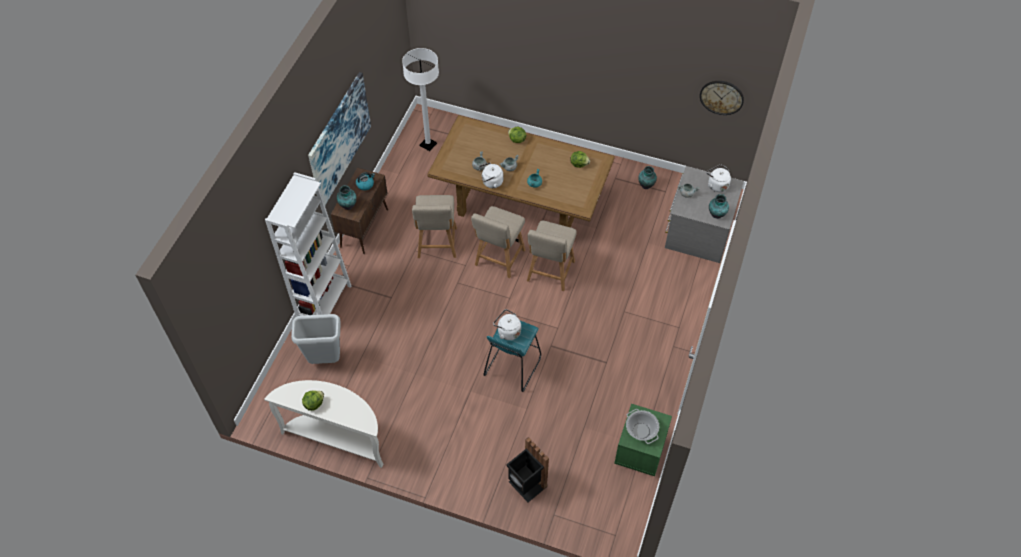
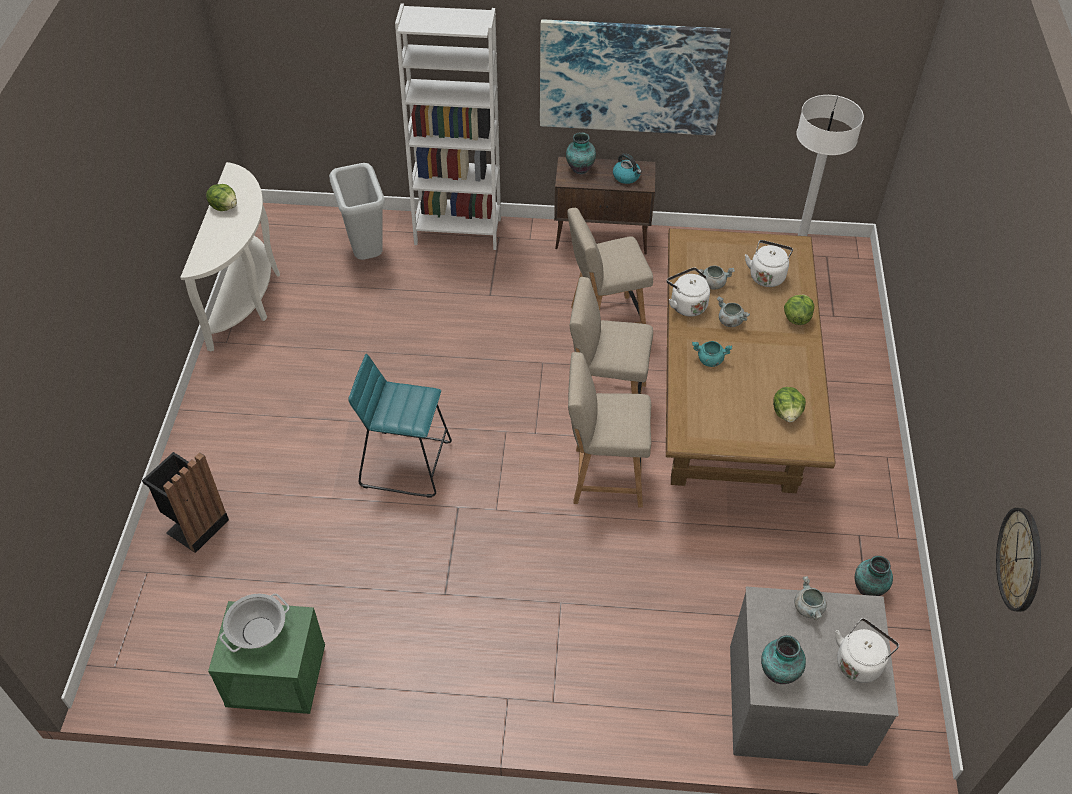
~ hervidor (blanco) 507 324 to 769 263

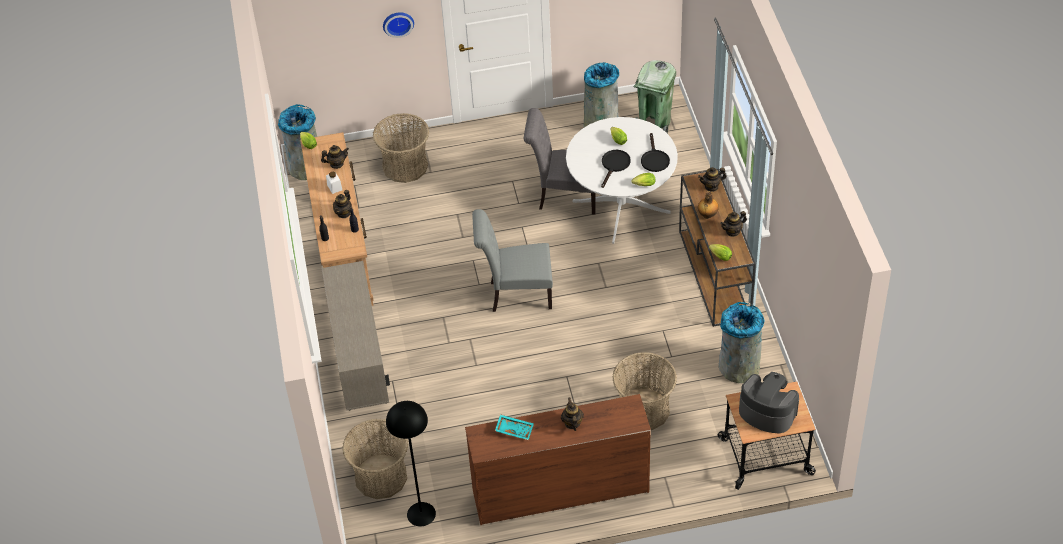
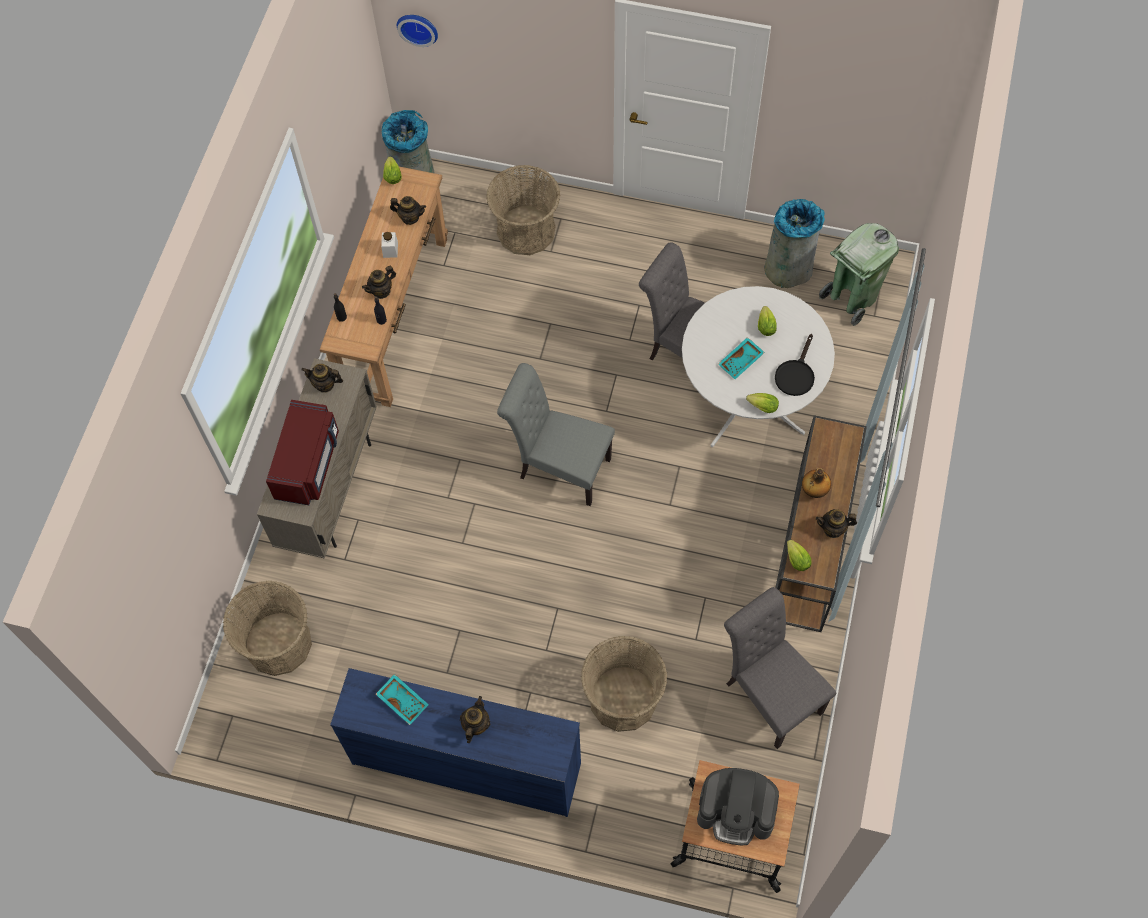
~ reloj de pared 398 25 to 417 31
~ sartén (negro) 616 169 to bandeja (turquesa) 741 358
~ tetera 712 179 to 322 378
~ papelera (gris) 741 342 to silla (gris) 780 668
~ cafetera 769 402 = 738 806 135 degrees clockwise
~ cómoda (marrón) 558 459 to cómoda (azul) 455 742
- lámpara de pie (negro) 411 463
+ microondas (rojo) 302 452

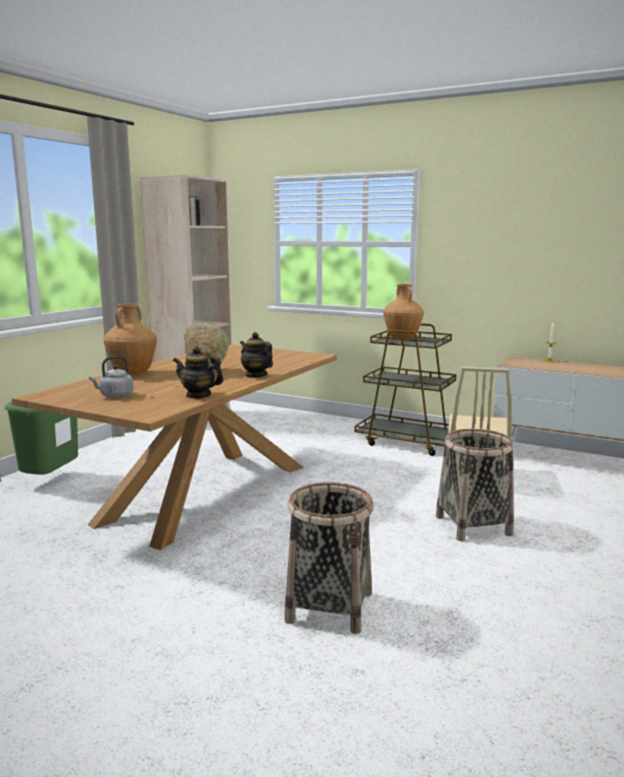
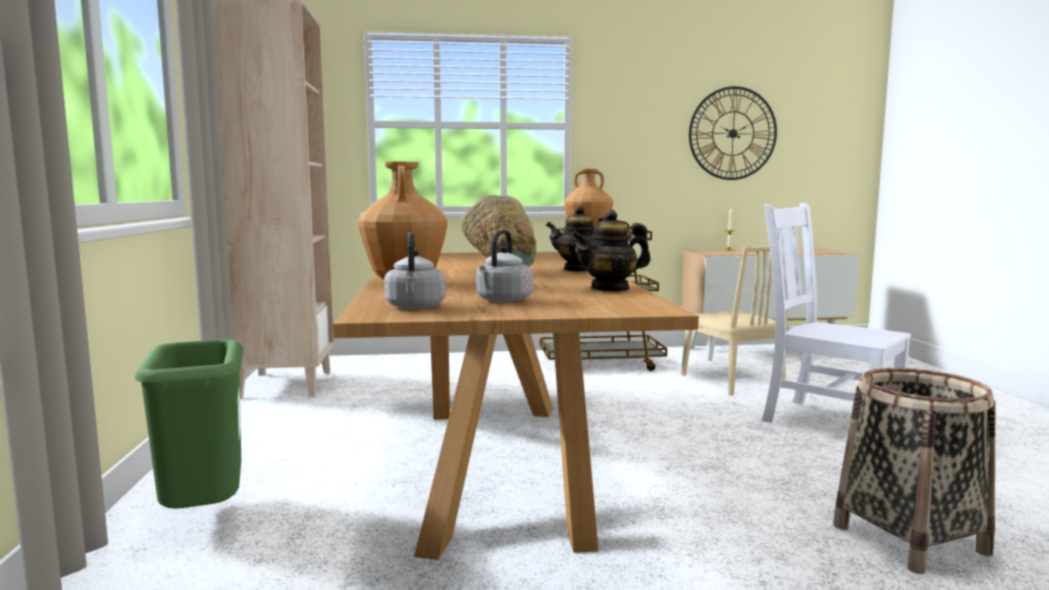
~ cesta 475 485 to silla (blanco) 836 313
+ reloj de pared 733 133
+ hervidor (gris) 414 270

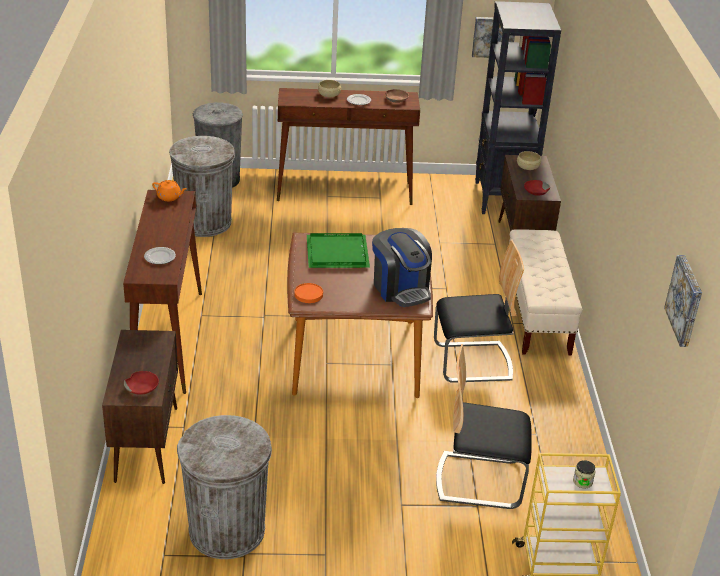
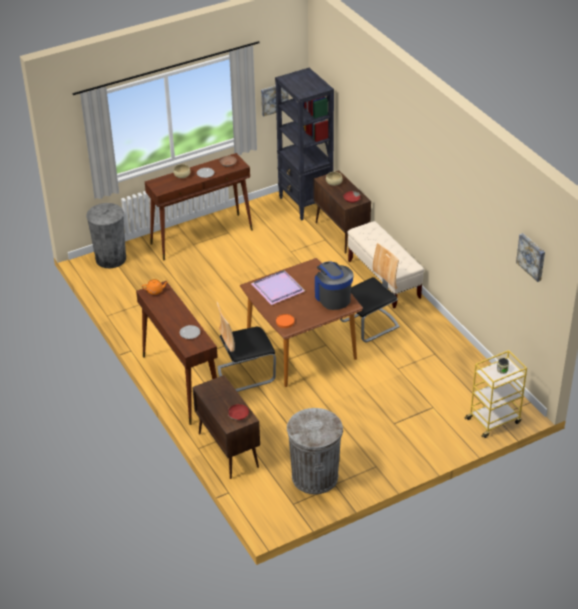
- papelera (gris) 202 186
~ cafetera 402 267 = 334 285 150 degrees counterclockwise
~ bandeja (verde) 338 250 to bandeja (morado) 278 287
~ silla 484 426 to 246 347

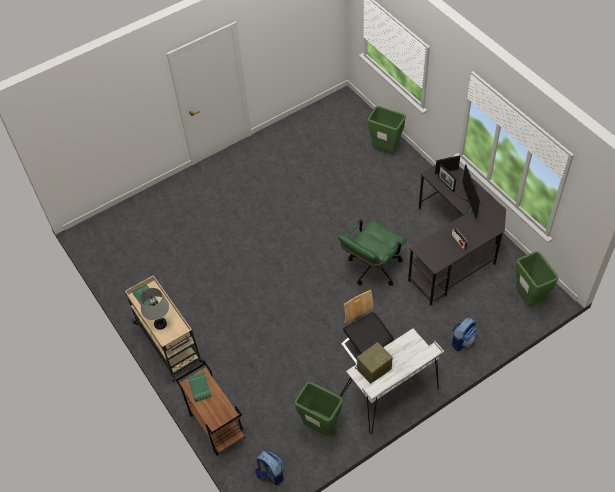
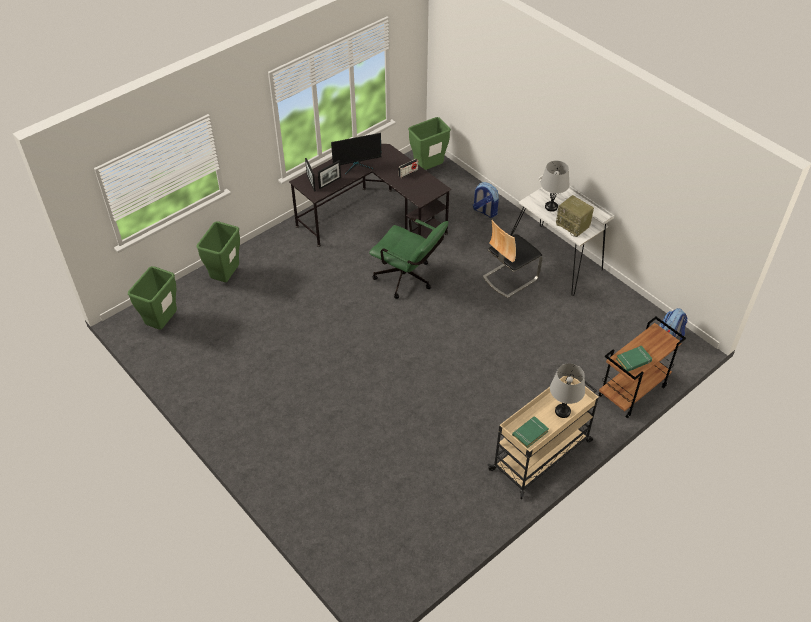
~ papelera (verde) 318 409 to 152 298
+ lámpara de mesa (gris) 555 186

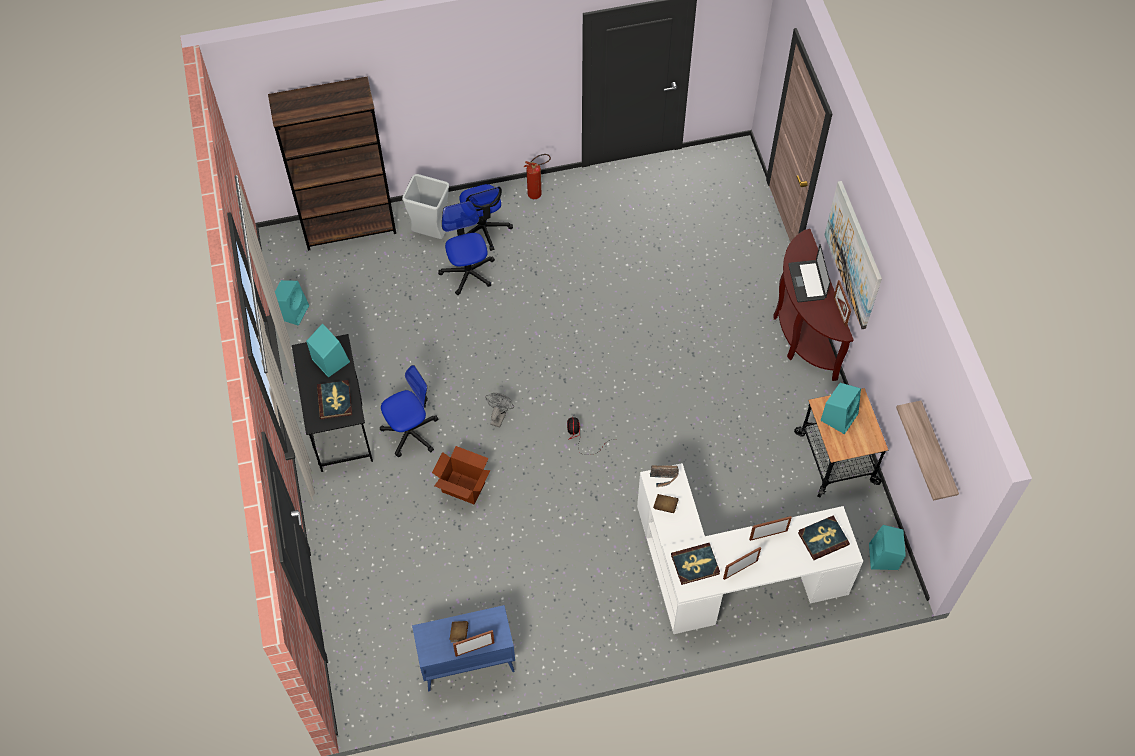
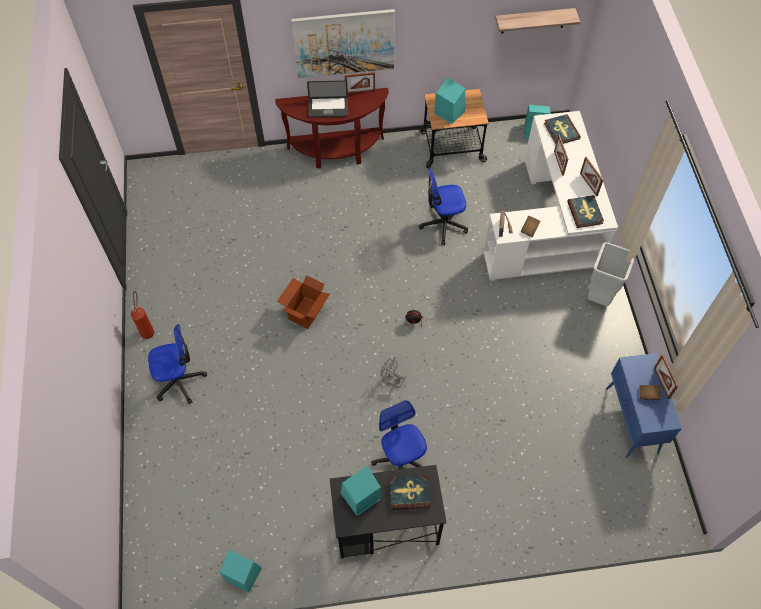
- estantería (marrón) 332 163
~ papelera (gris) 425 206 to 611 274
~ silla de oficina 466 248 to 443 206
~ caja de cartón 461 475 to 303 302

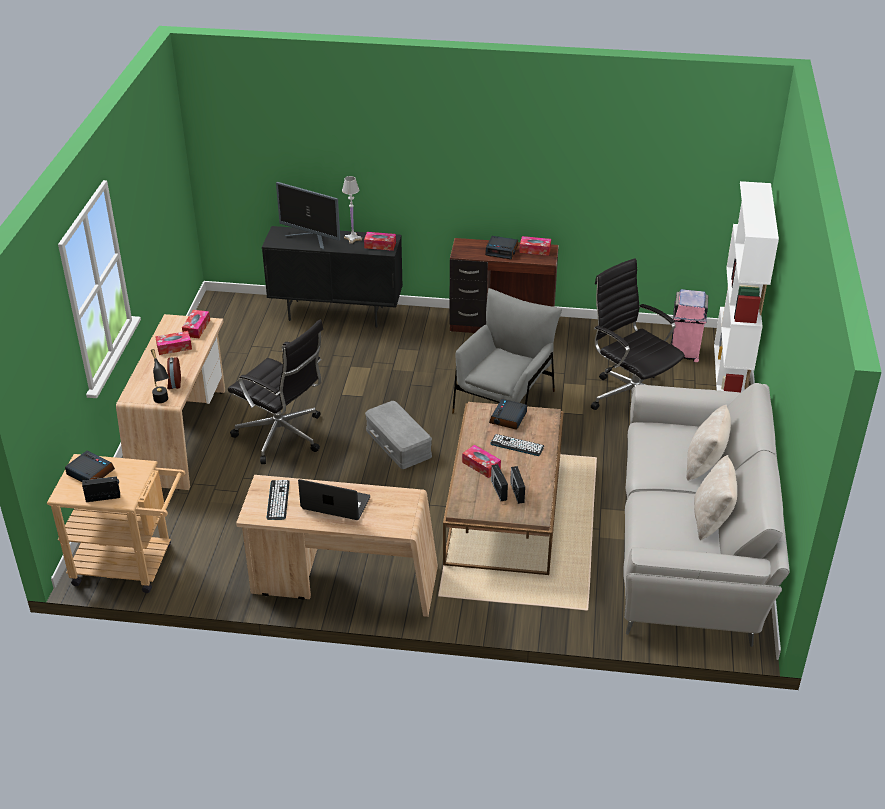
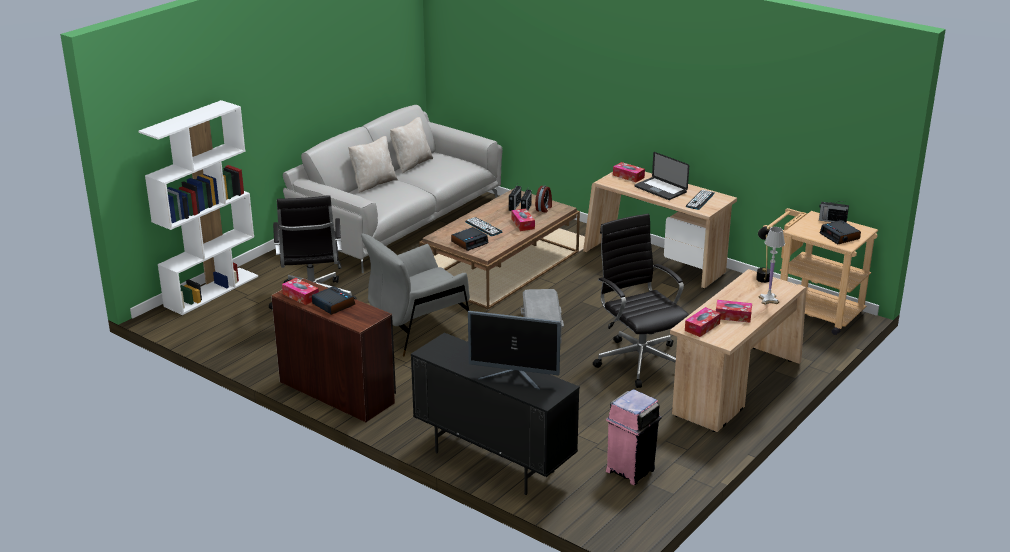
~ lámpara de mesa (blanco) 352 210 to 771 266
~ monitor 308 216 = 514 350 135 degrees clockwise
~ caja de pañuelos 380 241 to 629 172
~ papelera (rosa) 690 325 to 633 437
~ despertador 174 373 to 543 199

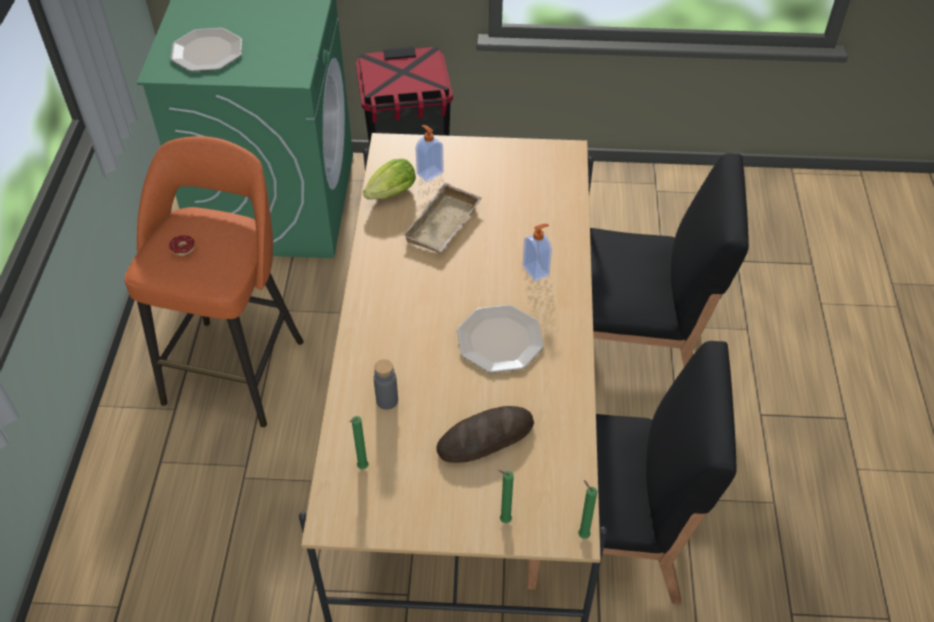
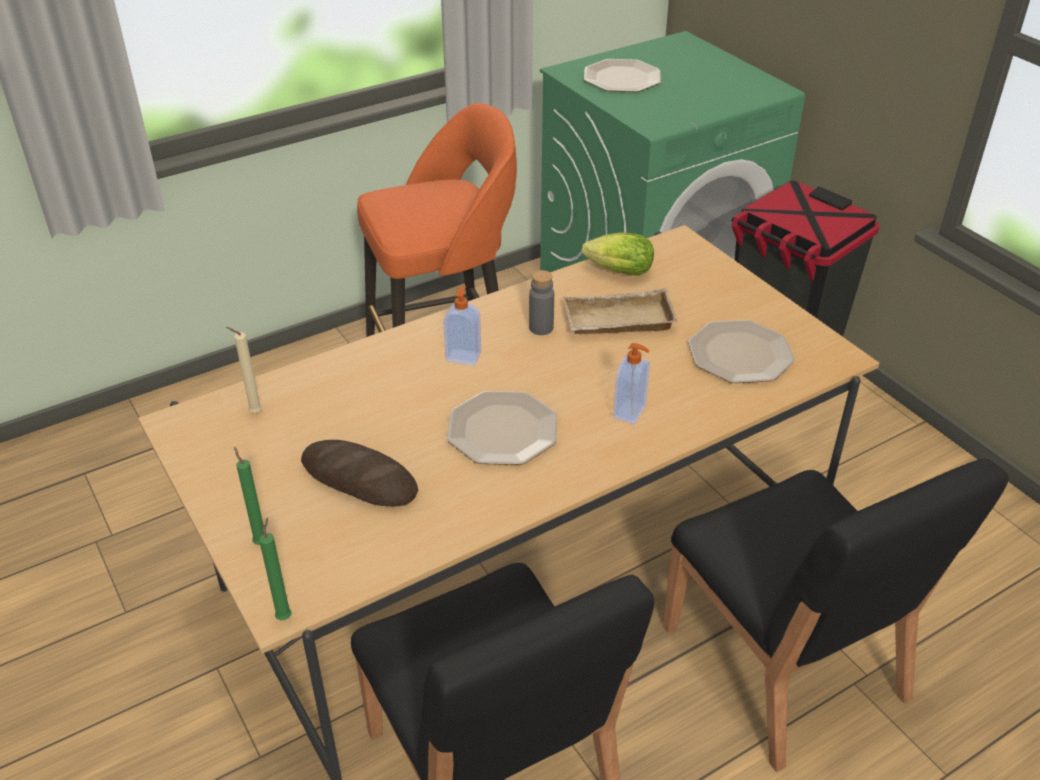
~ dispensador de jabón 429 153 to 462 326
- rosquilla 182 245
~ botella (gris) 386 384 to 541 302
~ vela (verde) 359 442 to vela (beis) 244 370
+ plato 741 351

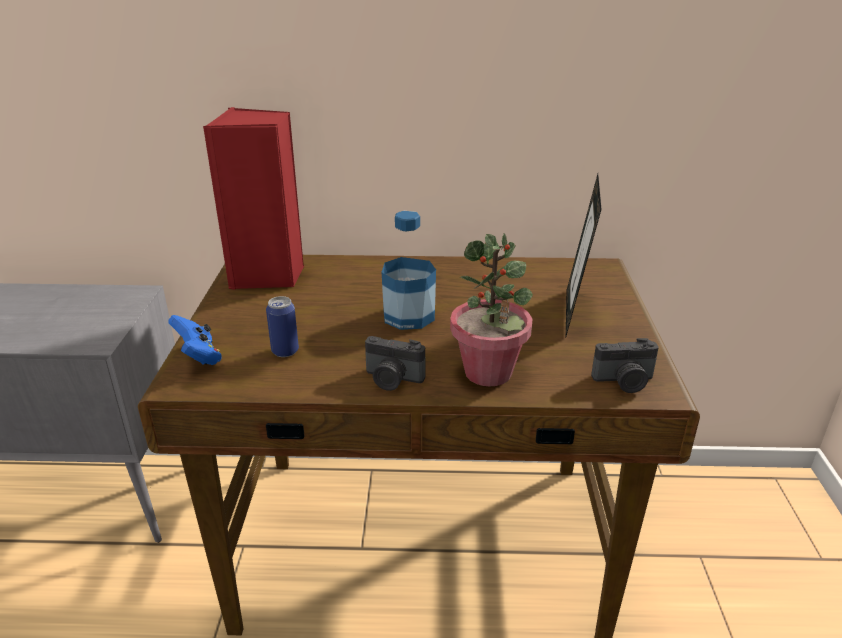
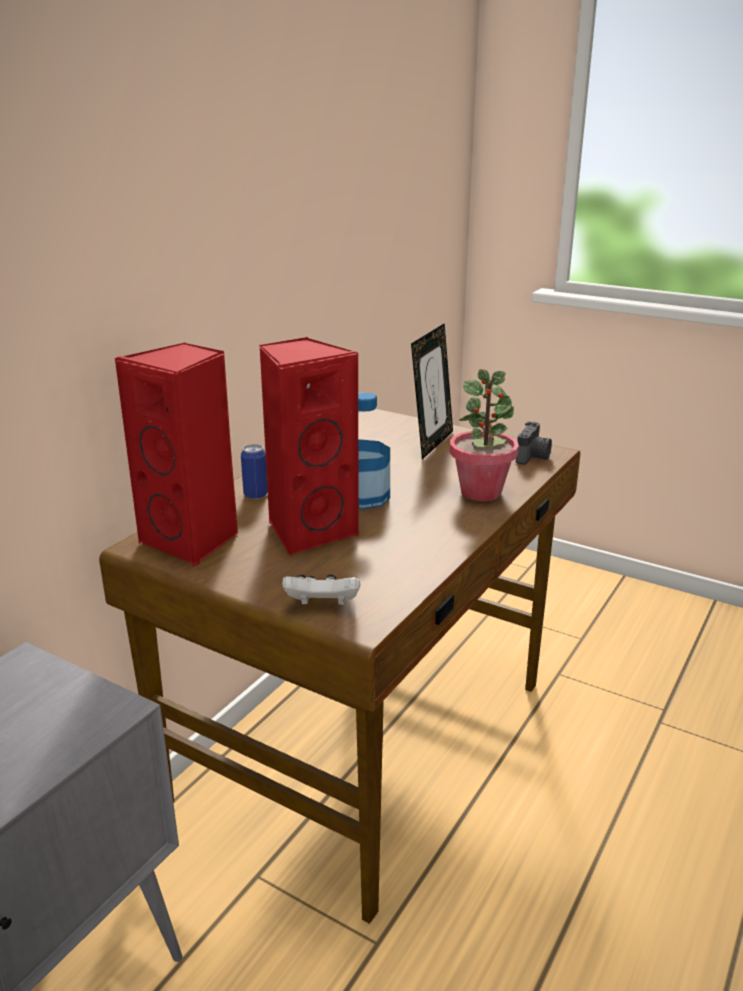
~ portarretratos 583 255 = 432 391 105 degrees counterclockwise
~ lata 282 326 to 254 471
~ mando de consola (azul) 195 340 to mando de consola (blanco) 321 590
- cámara 395 363
+ altavoz (rojo) 309 446

